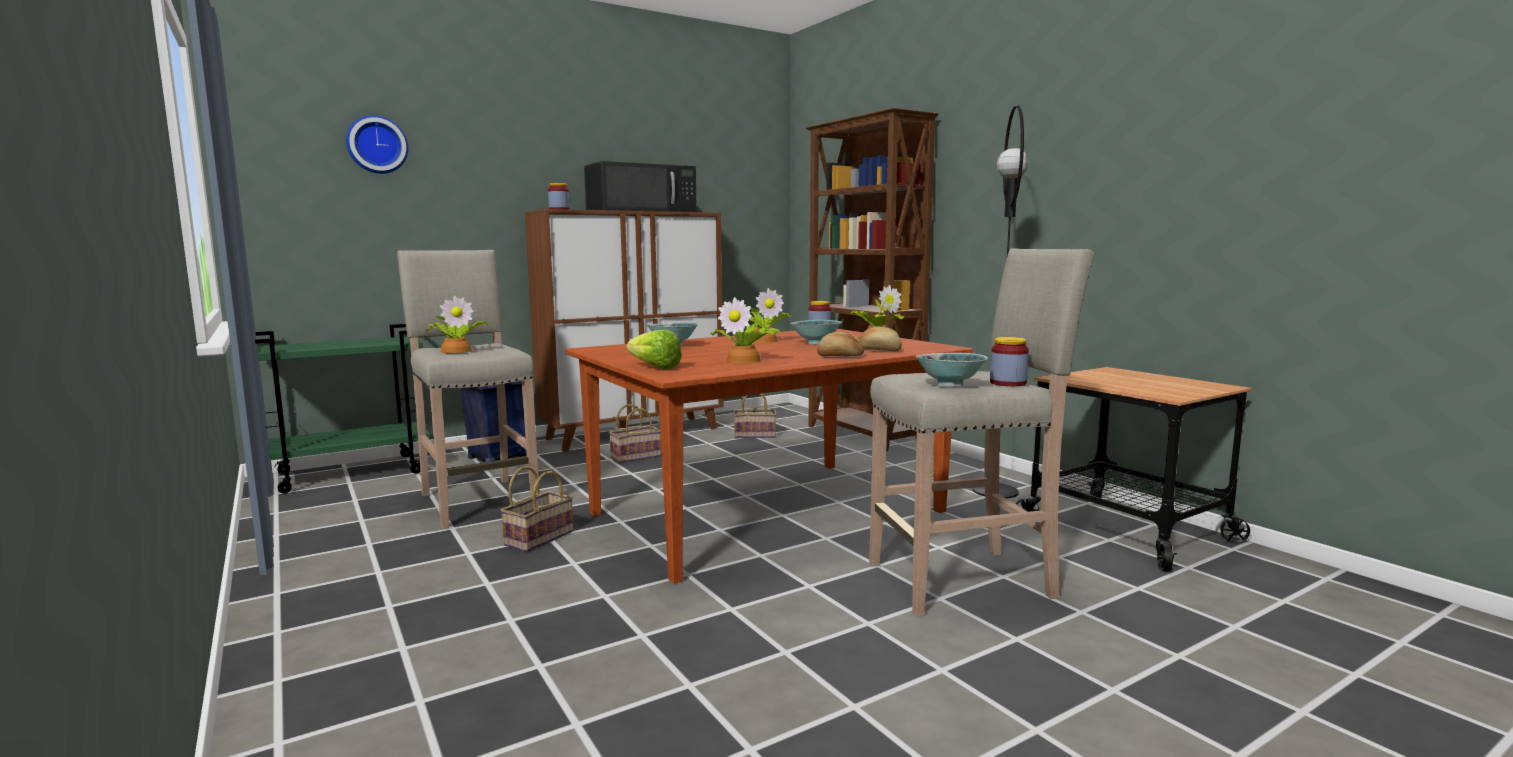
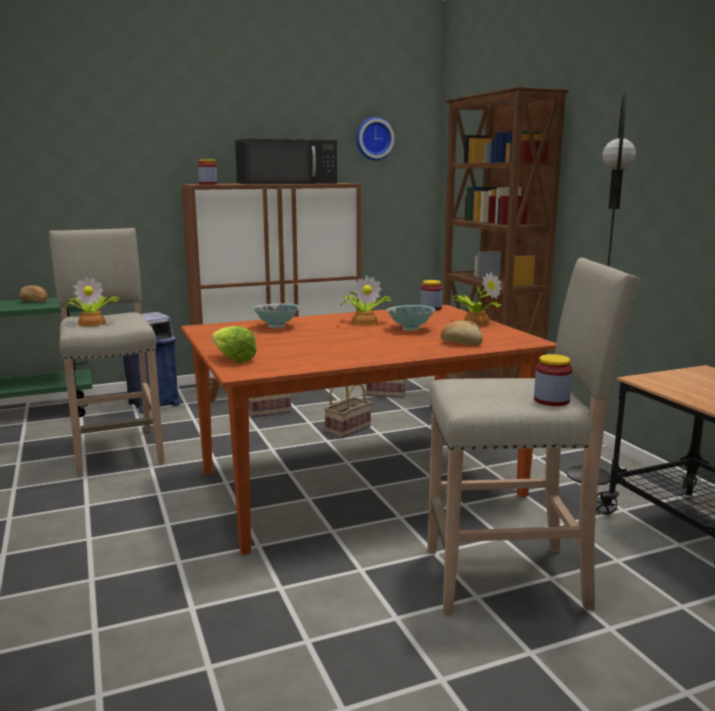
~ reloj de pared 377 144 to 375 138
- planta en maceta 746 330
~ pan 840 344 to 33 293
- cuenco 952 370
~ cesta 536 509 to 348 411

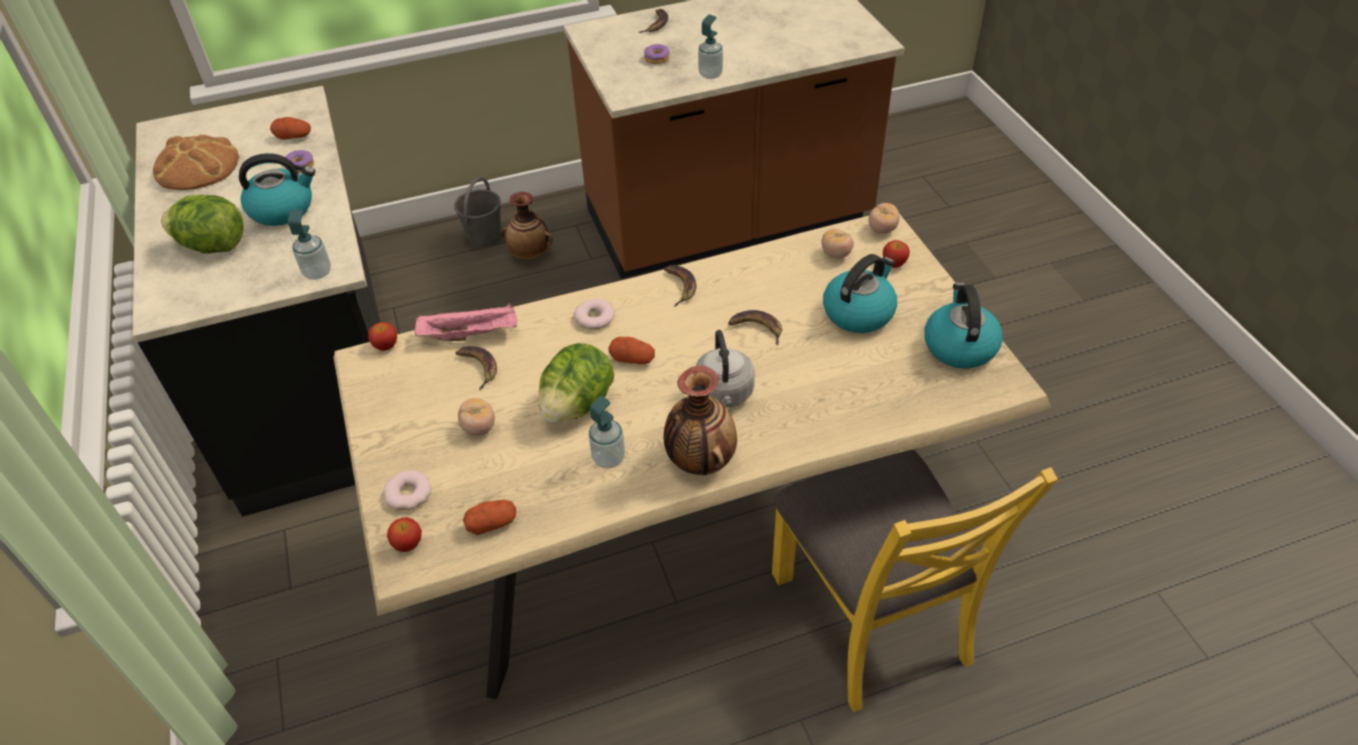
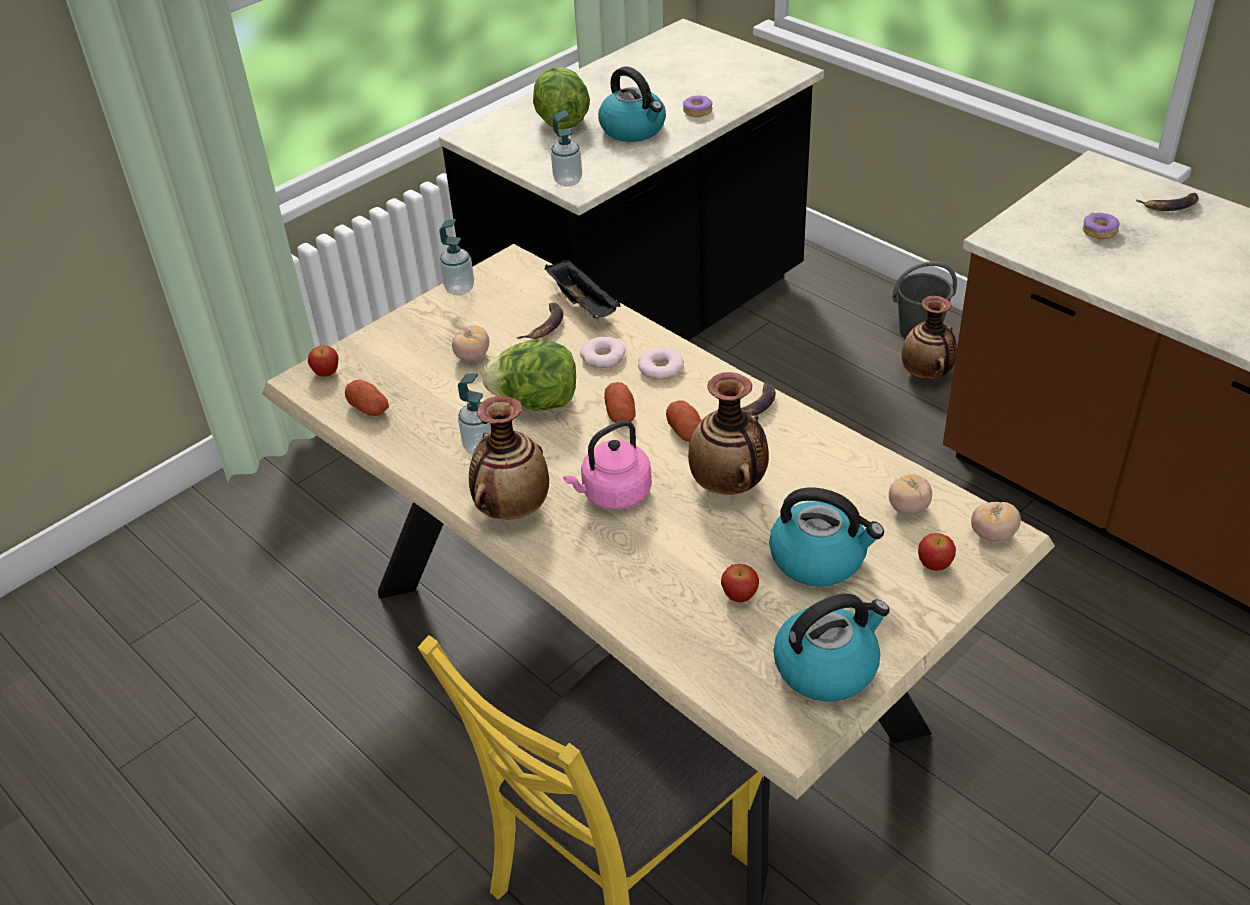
~ dispensador de jabón 710 46 to 456 257
~ patata 290 128 to 684 421
- pan 196 162
~ bandeja (rosa) 465 322 to bandeja (negro) 583 288
~ plátano 755 327 to florero 728 433
~ manzana 382 336 to 740 583
~ hervidor (gris) 725 368 to hervidor (rosa) 607 465
~ rosquilla 407 490 to 603 352

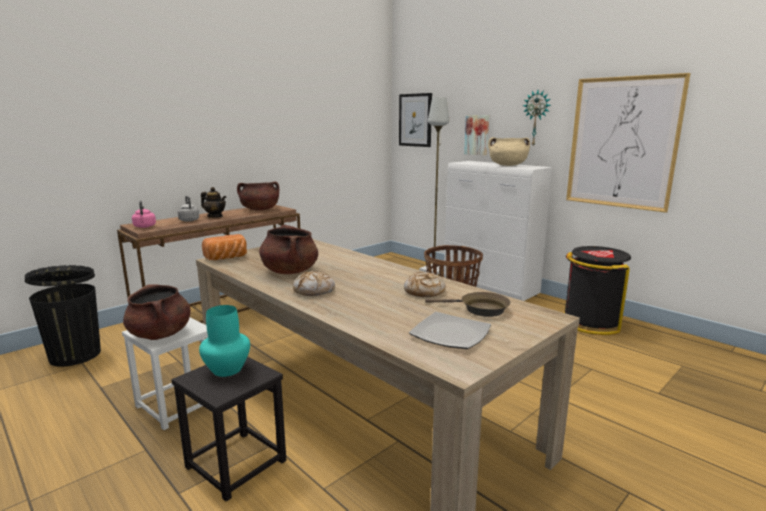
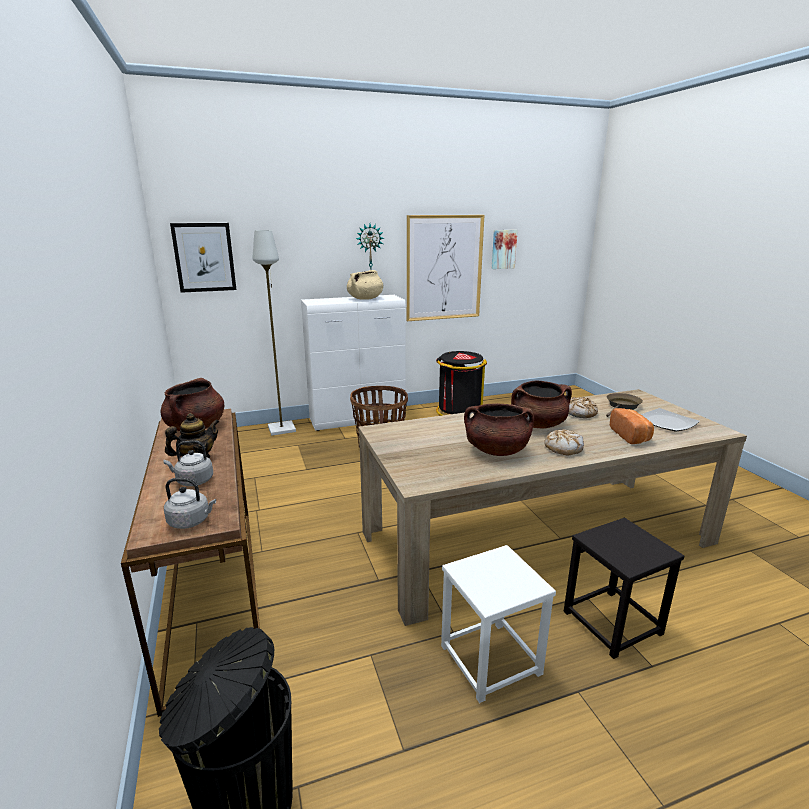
~ cuadro 476 135 to 505 249
~ hervidor (rosa) 144 214 to hervidor (gris) 190 503
~ pan 224 247 to 632 426
~ olla (marrón) 157 312 to 541 404
- florero (turquesa) 224 341

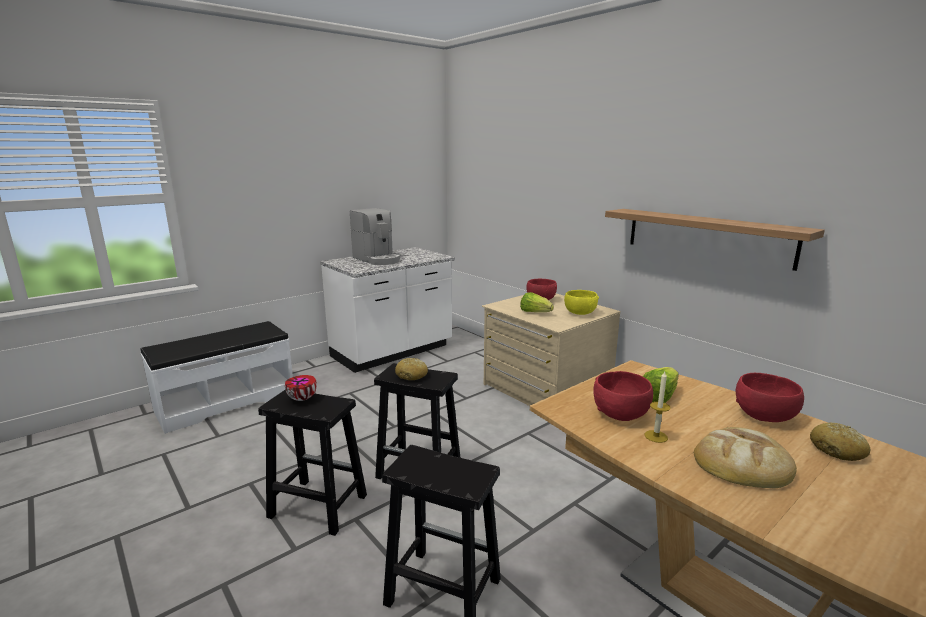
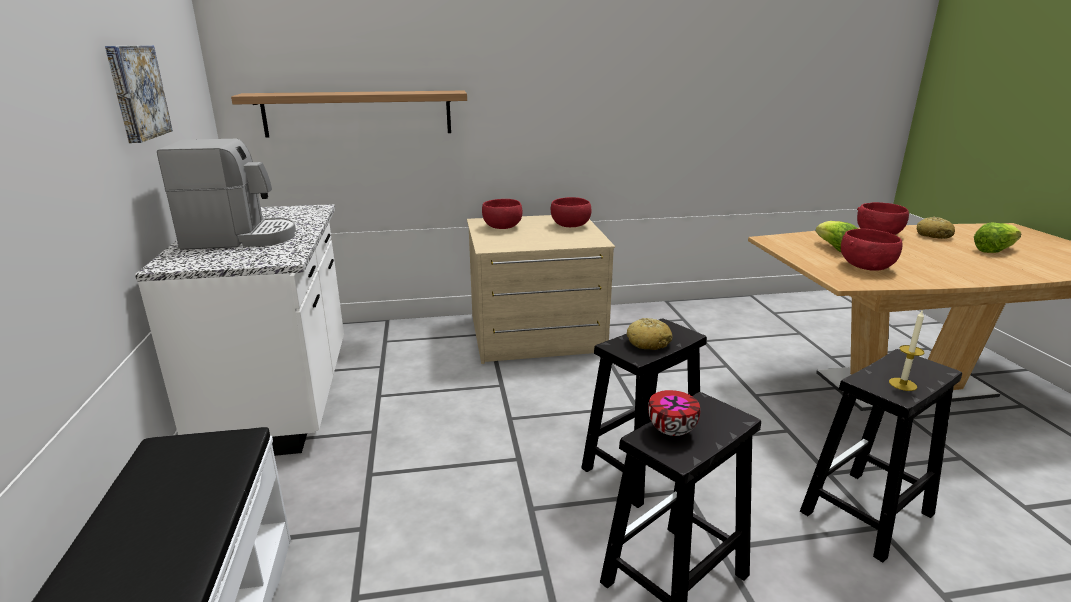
~ estante 715 240 to 349 114
~ cuenco (amarillo) 581 302 to cuenco (rojo) 571 212
~ lechuga 537 302 to 997 238
~ vela 657 407 to 906 350
- pan 745 457
+ cuadro 139 94

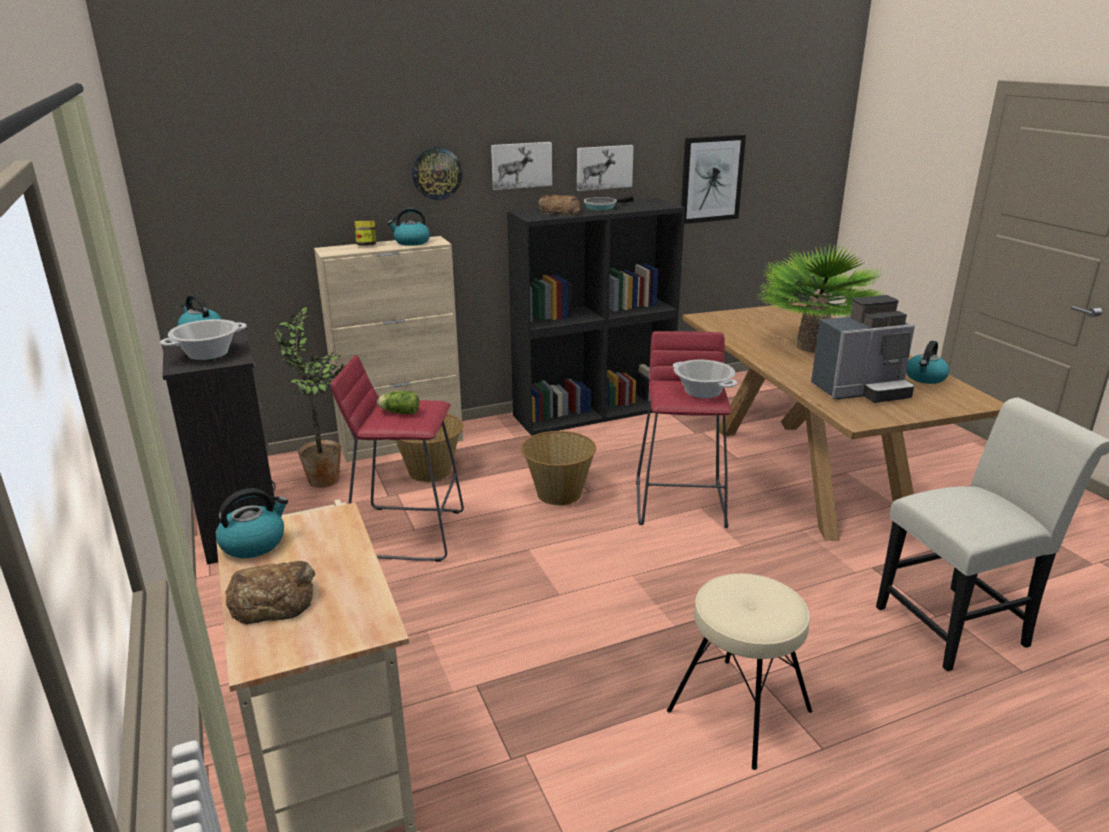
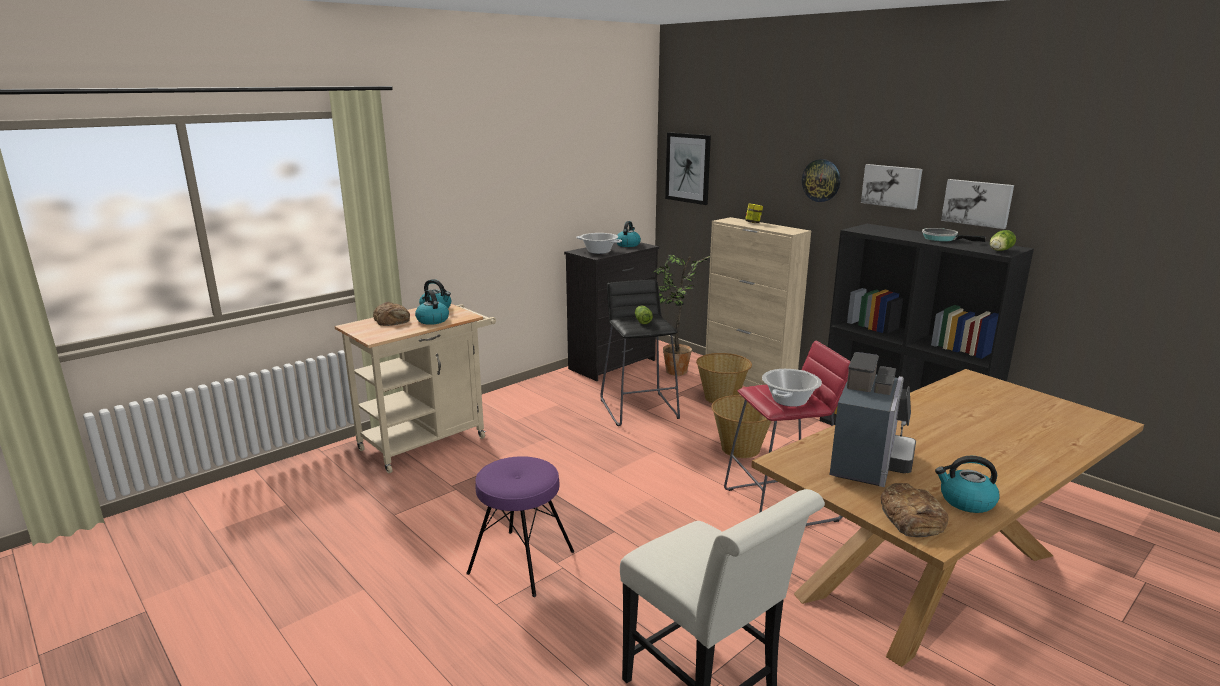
~ cuadro 713 179 to 688 168
~ pan 559 205 to 915 510
~ hervidor 408 227 to 432 307
- planta en maceta 820 299
~ cafetera 863 349 = 873 419 120 degrees counterclockwise
~ taburete (rojo) 397 458 to taburete (negro) 640 352
~ taburete (beis) 740 672 to taburete (morado) 520 526
+ lechuga 1003 240

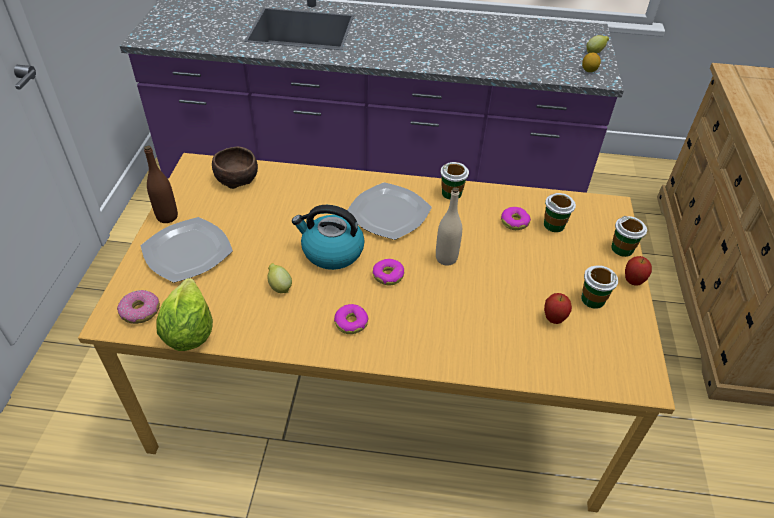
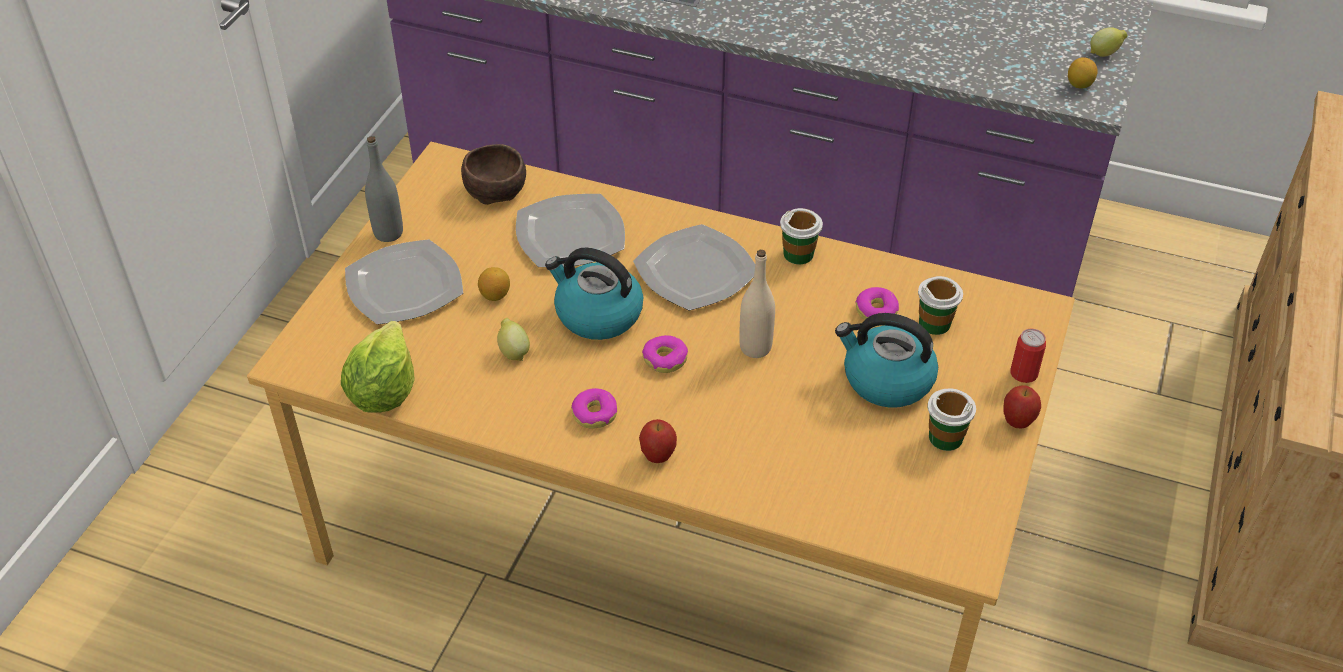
~ botella (marrón) 161 184 to botella (gris) 384 189
~ taza 629 236 to lata 1028 356
- rosquilla 138 307
~ manzana 558 308 to 658 441
+ plato 570 230
+ limón 494 284
+ hervidor 886 360

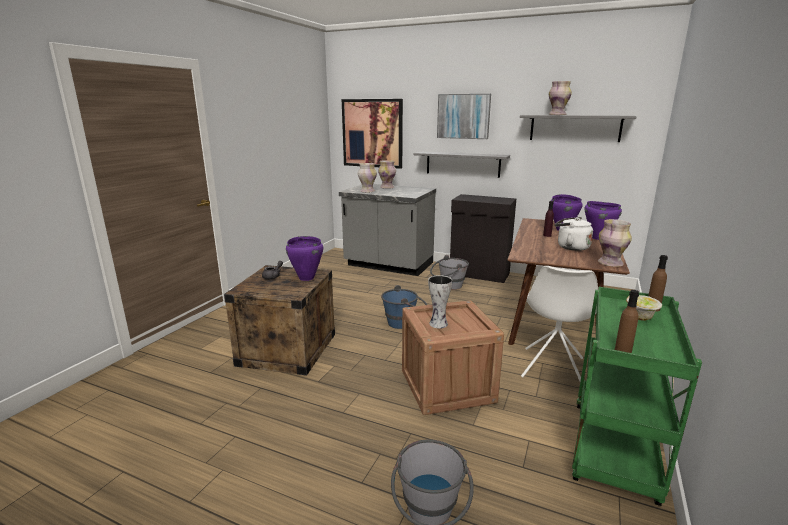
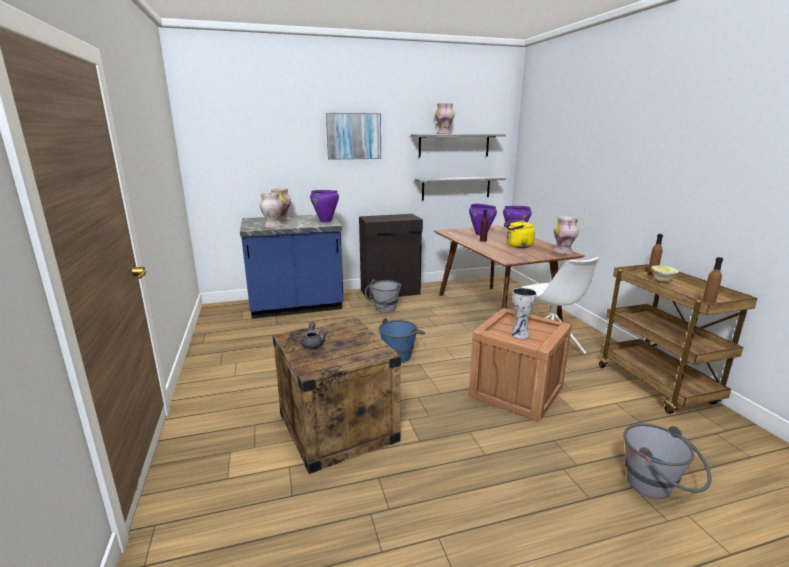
- cuadro 372 134
~ estante (gris) 462 164 to 460 188
~ mueble bajo de cocina (gris) 387 230 to mueble bajo de cocina (azul) 292 267
~ hervidor (blanco) 574 234 to hervidor (amarillo) 519 234
~ olla (morado) 304 258 to 324 206
~ carrito (verde) 637 396 to carrito (marrón) 678 339

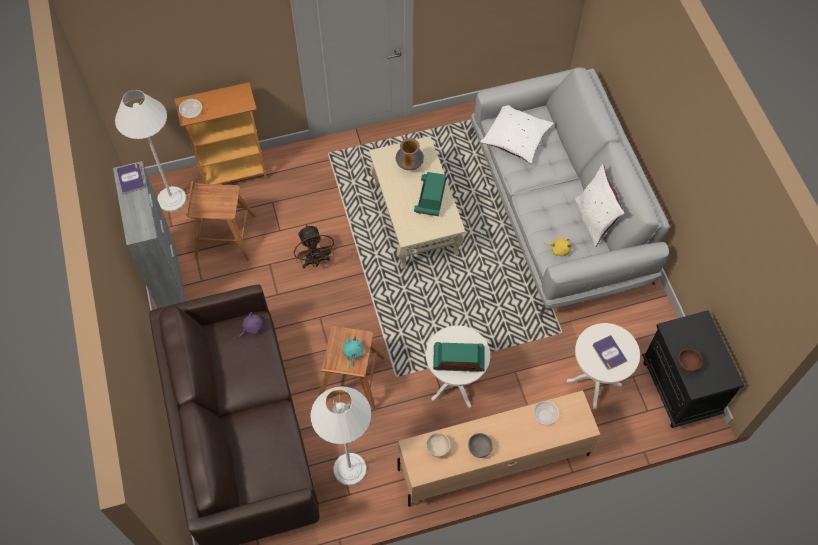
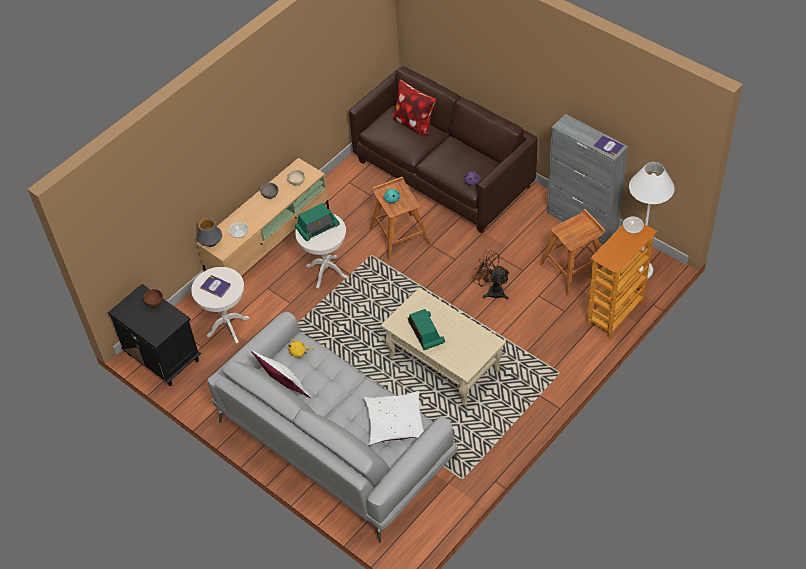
~ florero 410 154 to 209 232
- lámpara de pie (blanco) 341 436
+ cojín 414 107

